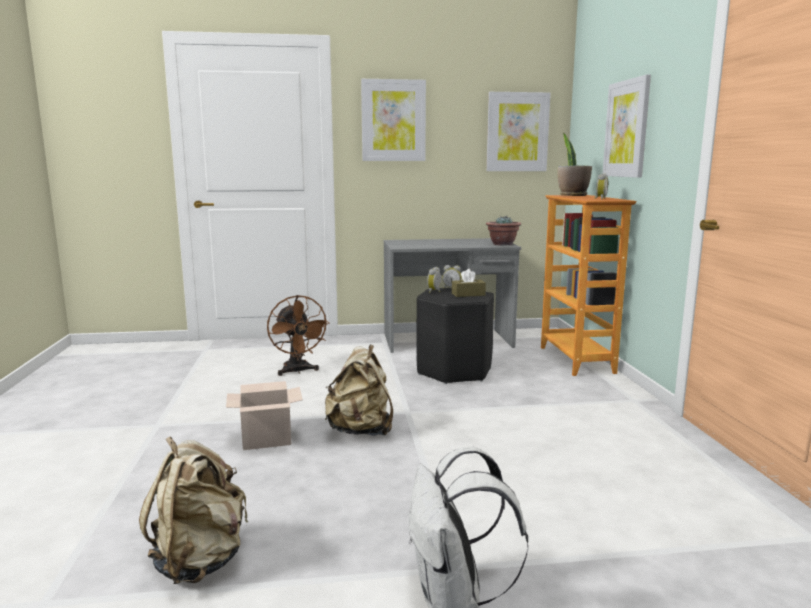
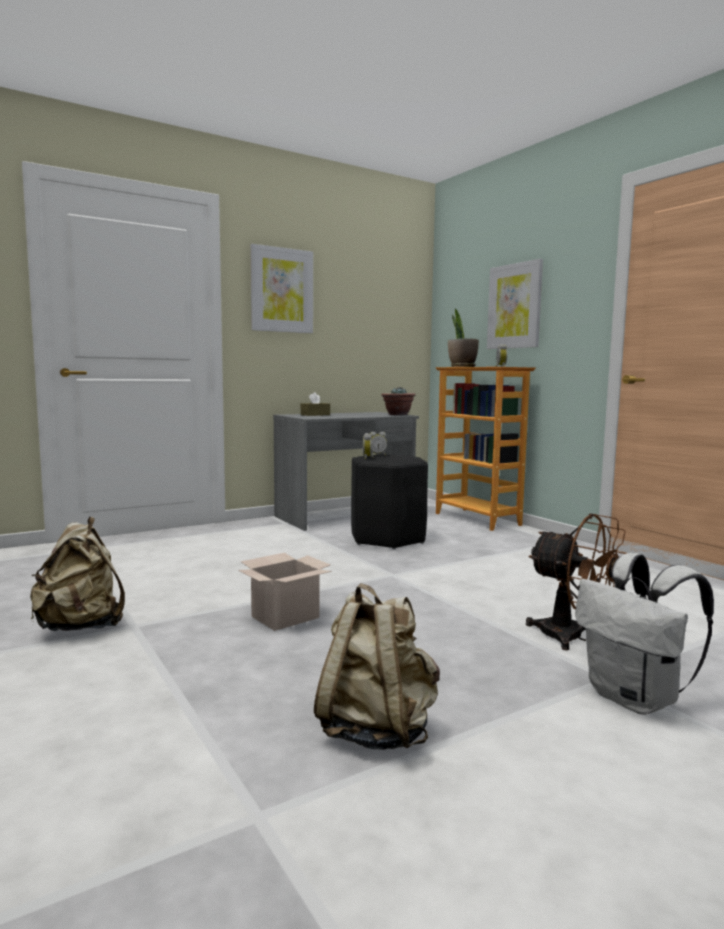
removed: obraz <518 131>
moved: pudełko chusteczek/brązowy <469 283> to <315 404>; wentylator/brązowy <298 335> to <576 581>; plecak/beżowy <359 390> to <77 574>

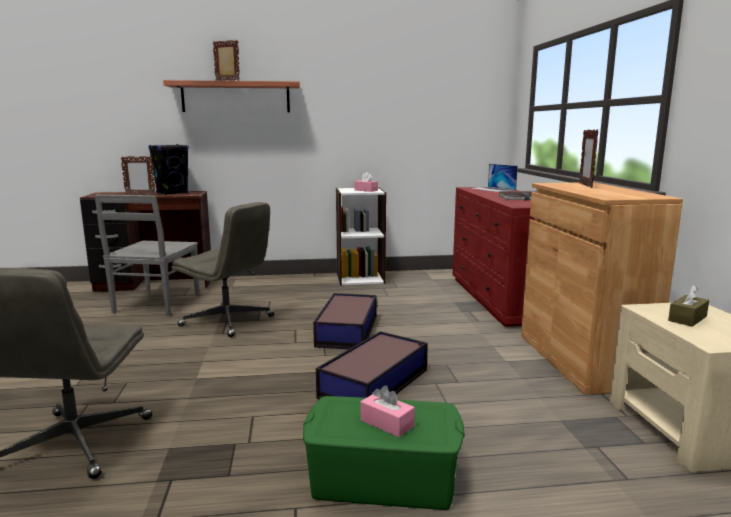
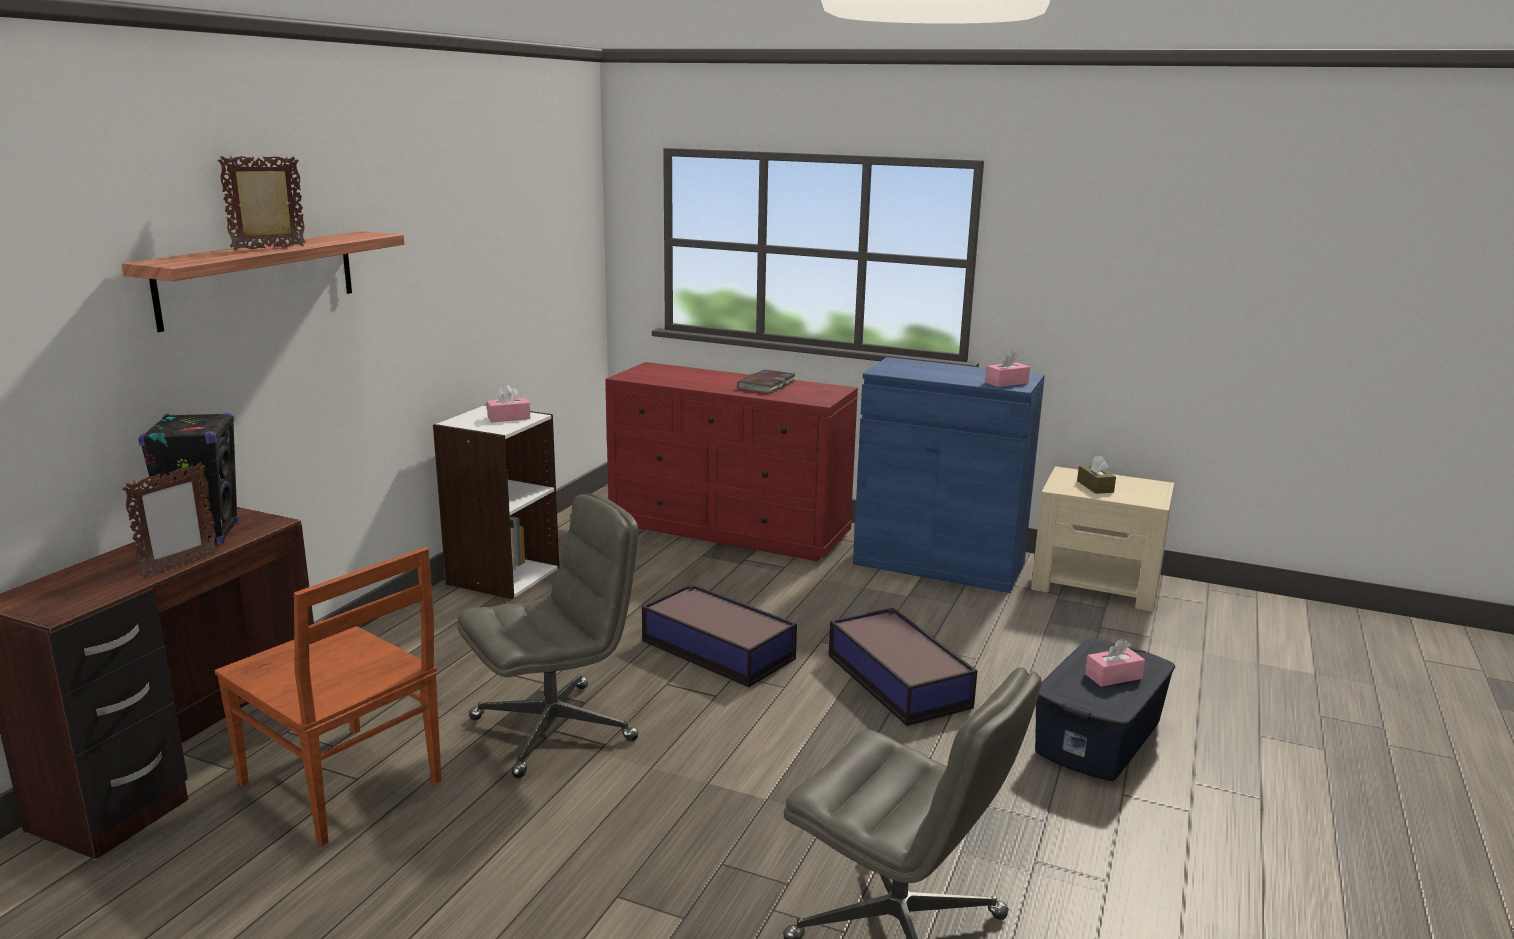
removed: ramka na zdjęcie <588 158>; laptop <494 178>
added: pudełko chusteczek/różowy <1007 368>
recoloured: szafka/brązowy <602 288> to szafka/niebieski <949 475>; krzesło/szary <147 255> to krzesło/brązowy <328 696>; pojemnik do przechowywania/zielony <384 453> to pojemnik do przechowywania/niebieski <1105 709>

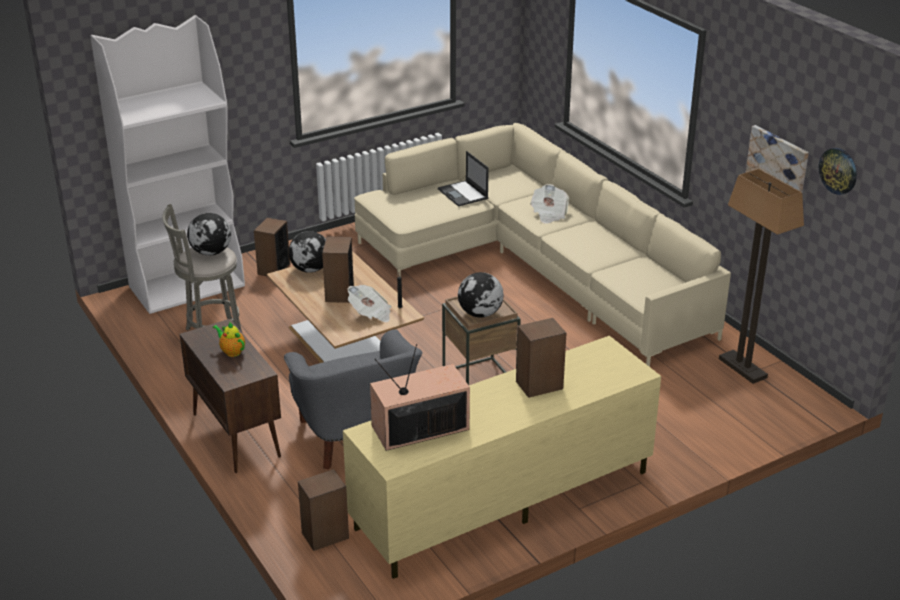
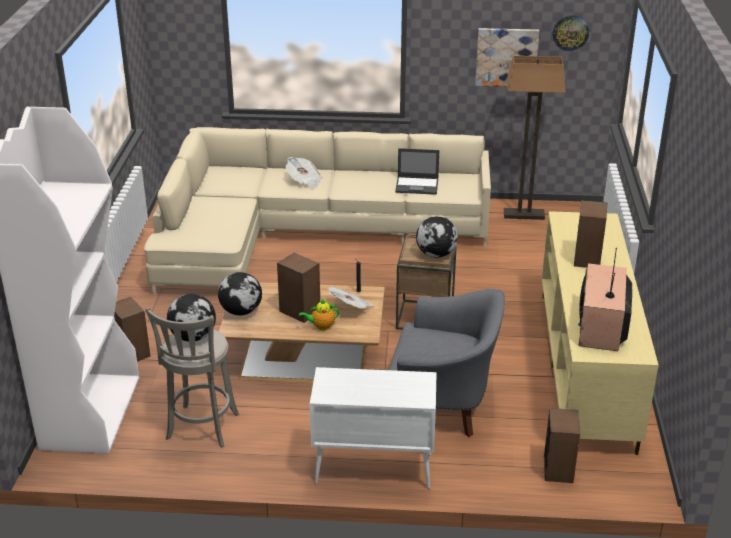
moved: laptop <463 179> to <417 171>; imbryk <229 340> to <319 314>
recoloured: szafka/brązowy <230 396> to szafka/biały <373 428>

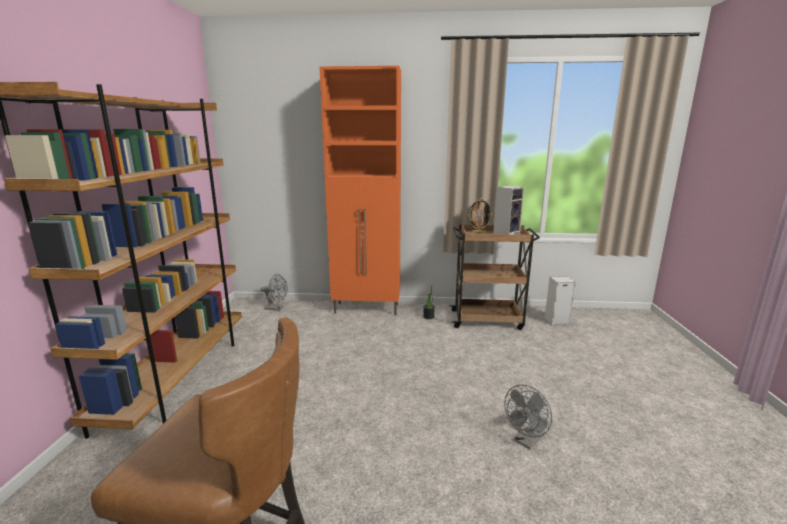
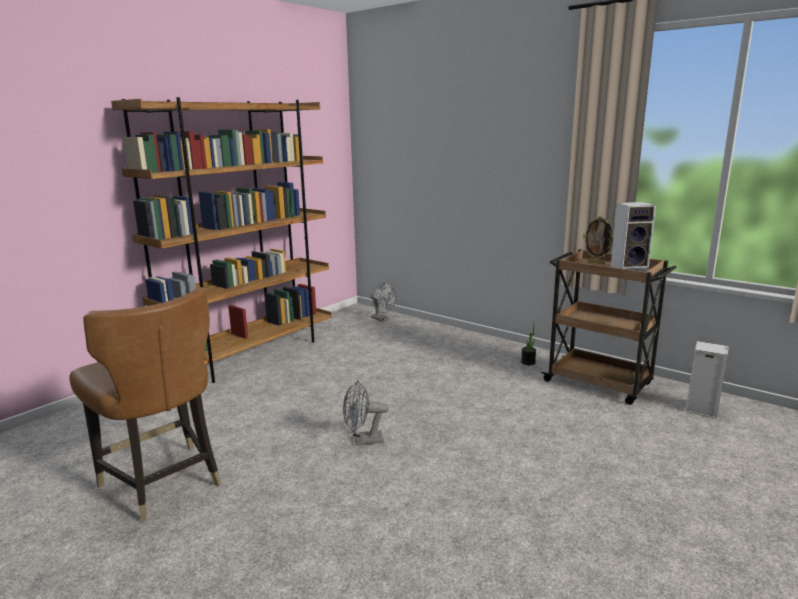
removed: szafka/pomarańczowy <360 190>
moved: wentylator/szary <528 416> to <366 413>

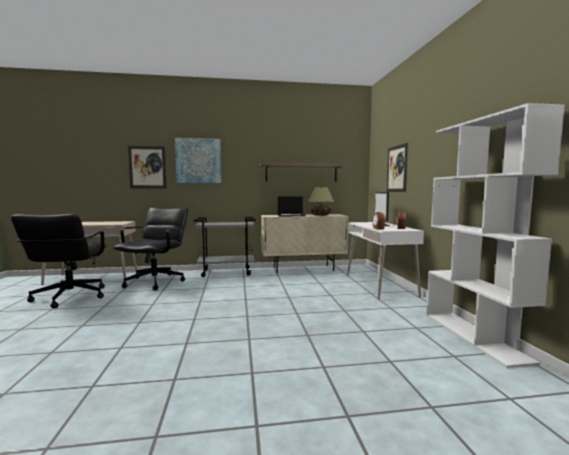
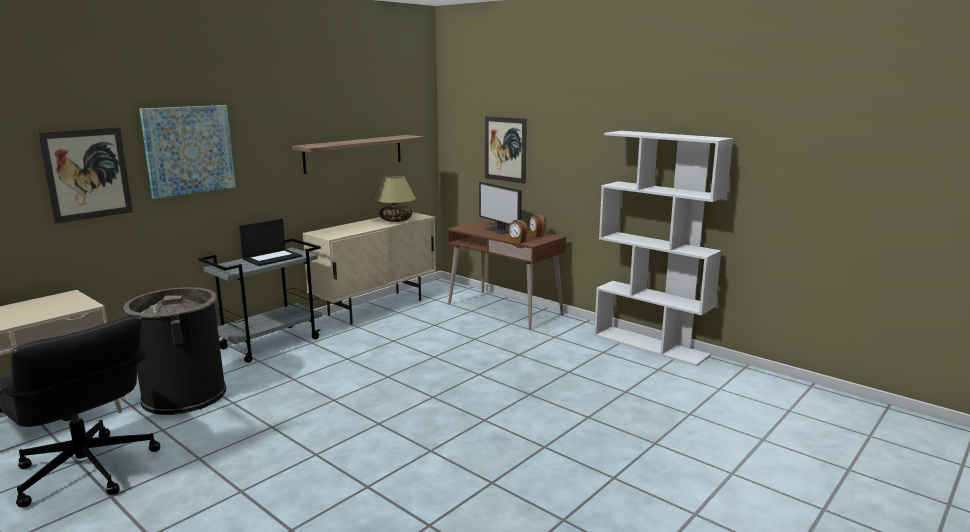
moved: laptop <292 206> to <270 242>
replaced: krzesło biurowe/czarny <150 248> to kosz na śmieci/czarny <174 351>
recoloured: biurko/biały <385 260> to biurko/brązowy <506 275>

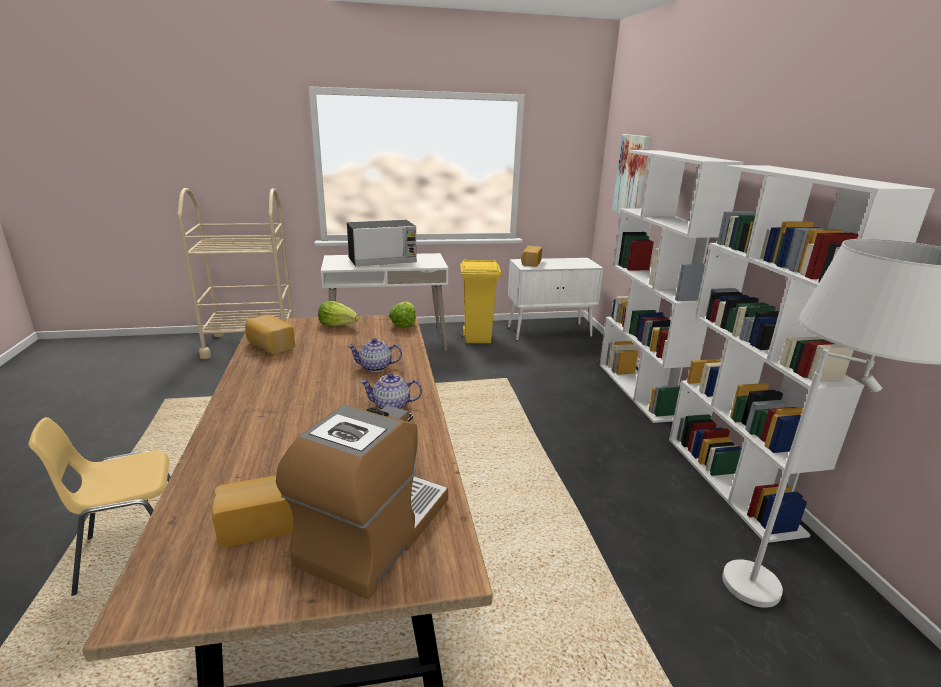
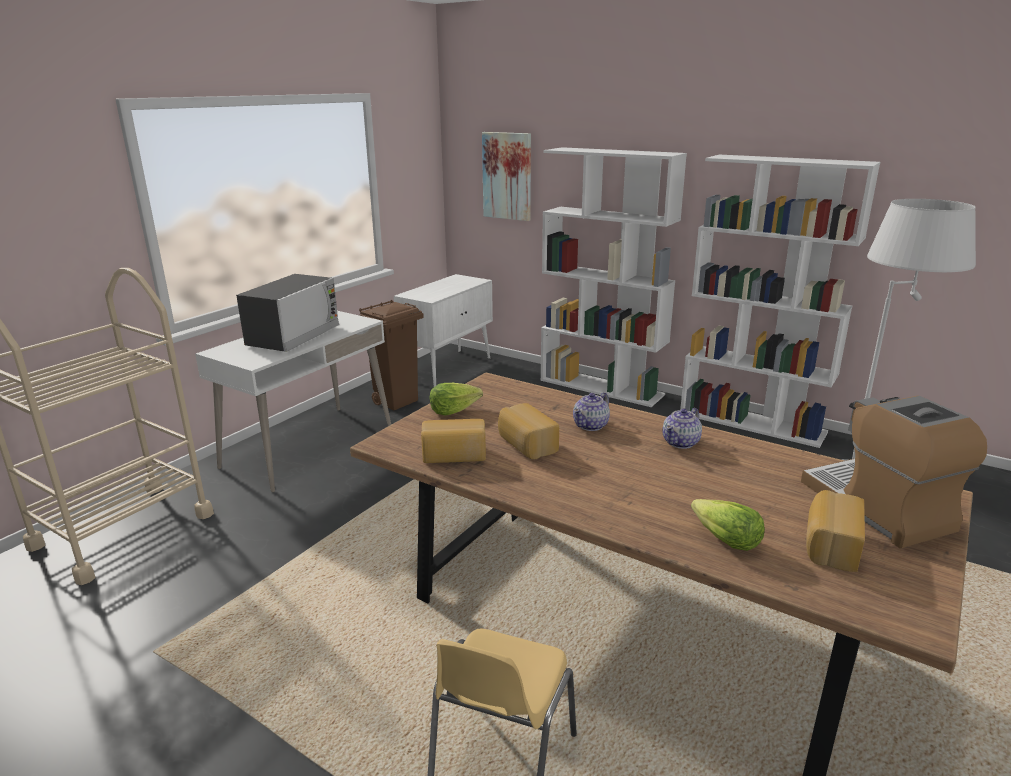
moved: chleb <531 256> to <528 431>; sałata <402 315> to <728 525>
recoloured: kosz na śmieci/żółty <480 301> to kosz na śmieci/brązowy <391 355>

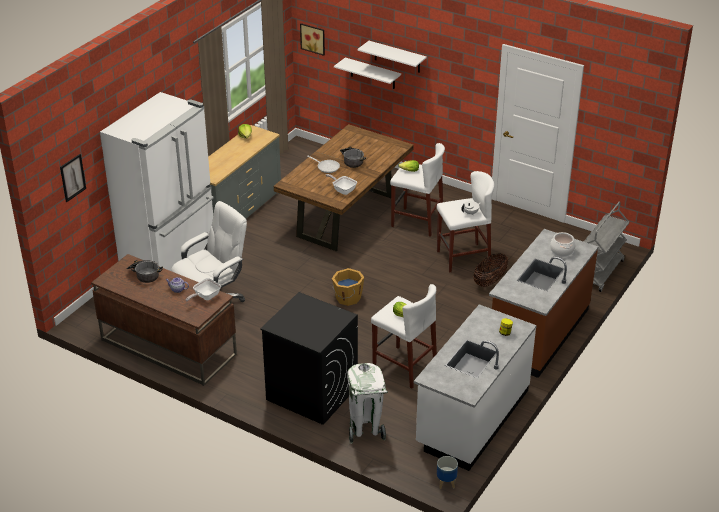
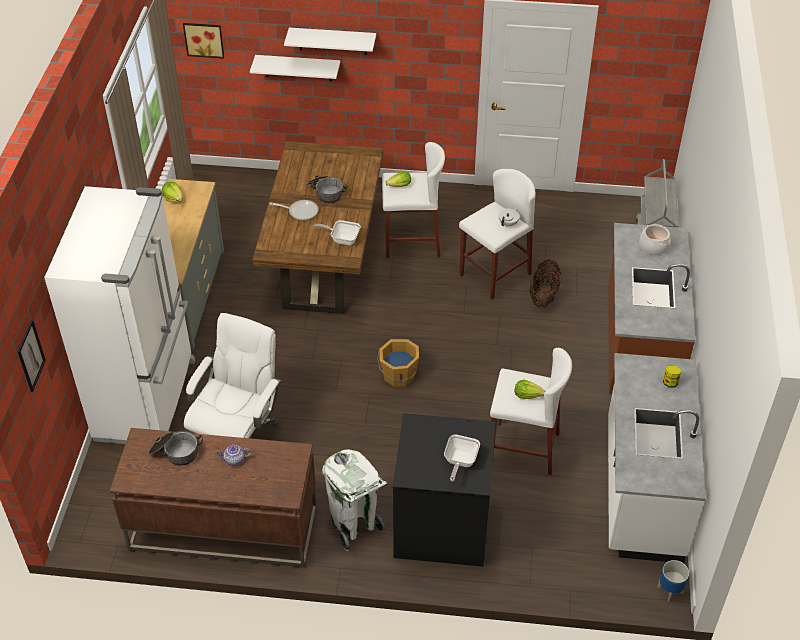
moved: patelnia <203 289> to <462 458>; kosz na śmieci/biały <367 403> to <355 500>

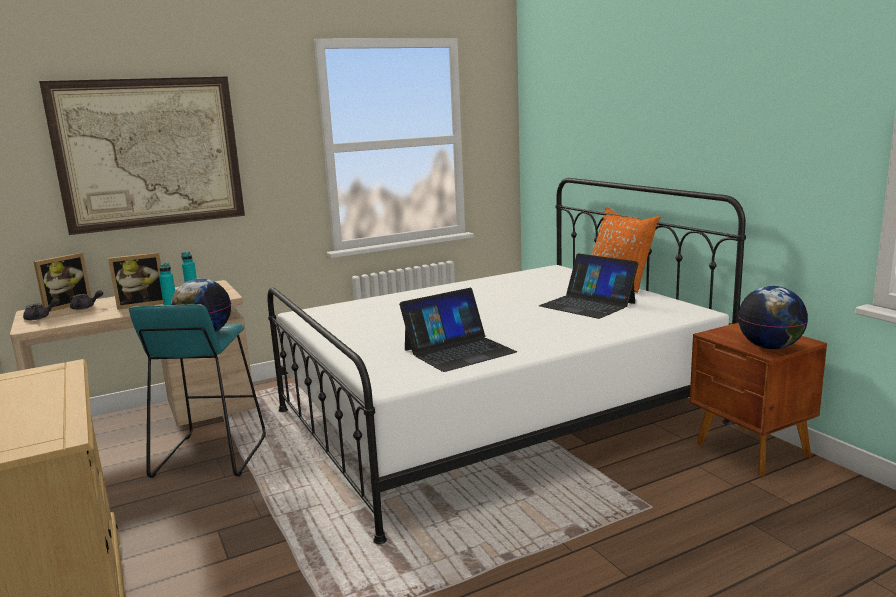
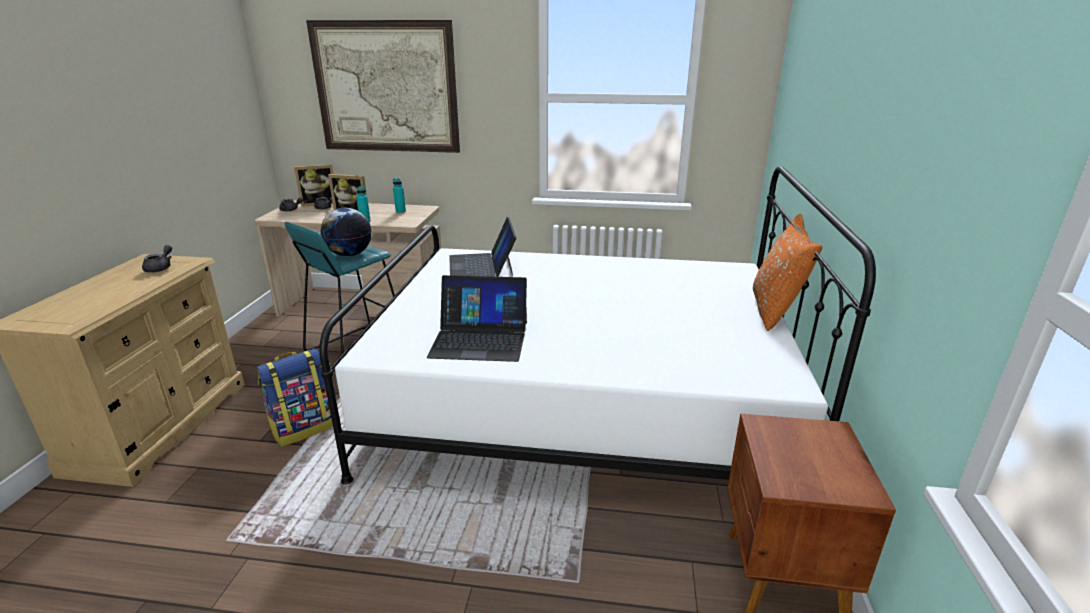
removed: globus <773 317>
added: imbryk/szary <157 259>; plecak <295 398>
moved: laptop <589 286> to <482 247>

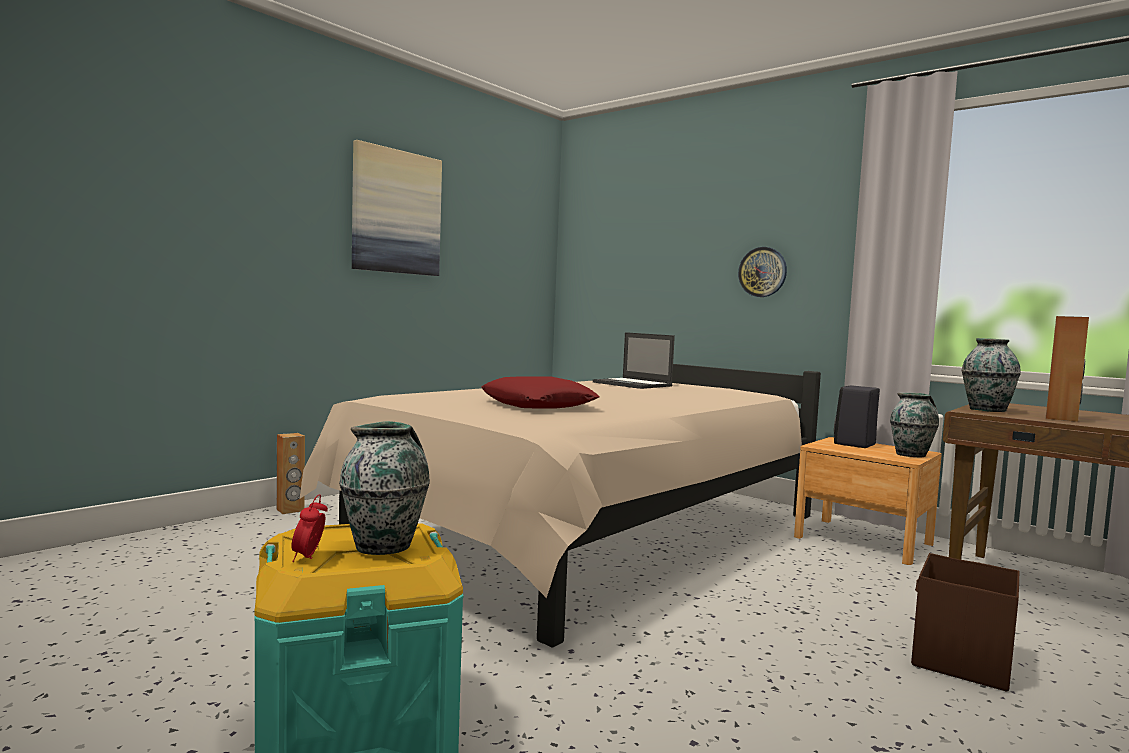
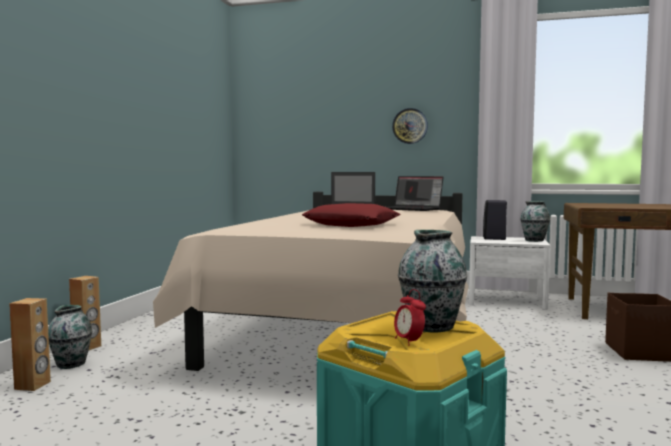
removed: obraz <397 208>
added: laptop <415 193>
moved: głośnik/brązowy <1067 369> to <30 344>; wazon <991 375> to <70 337>
recoloured: szafka nocna/brązowy <868 501> to szafka nocna/biały <509 273>

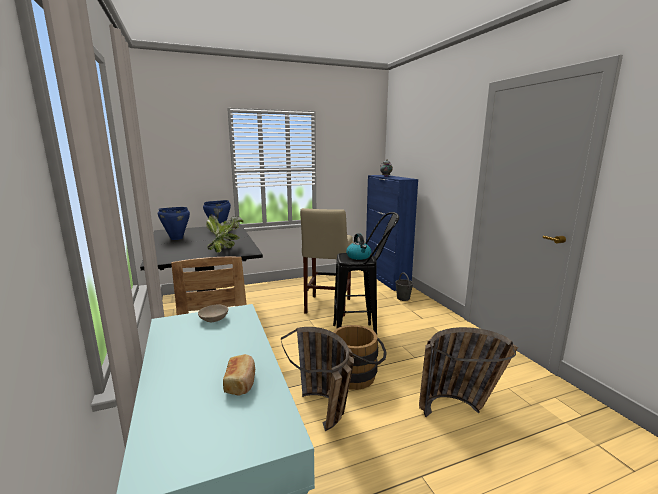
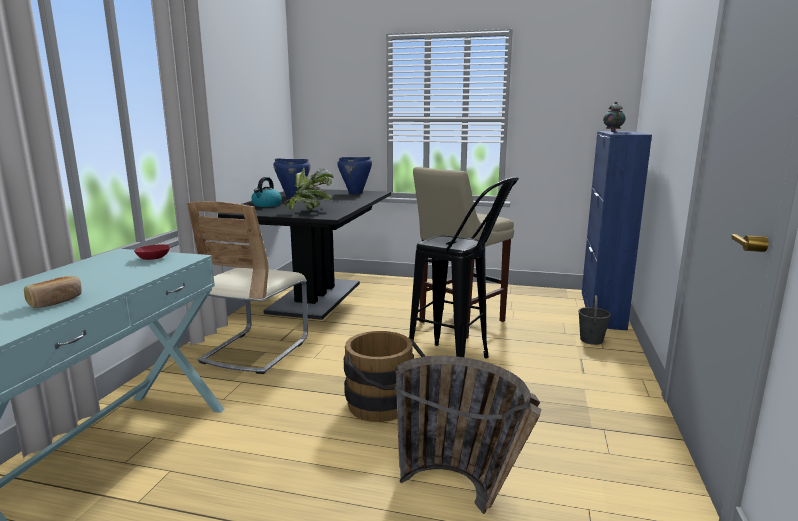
removed: koszyk <317 379>
moved: czajnik <358 246> to <266 192>
recoloured: miska/beżowy <213 313> to miska/czerwony <152 252>

